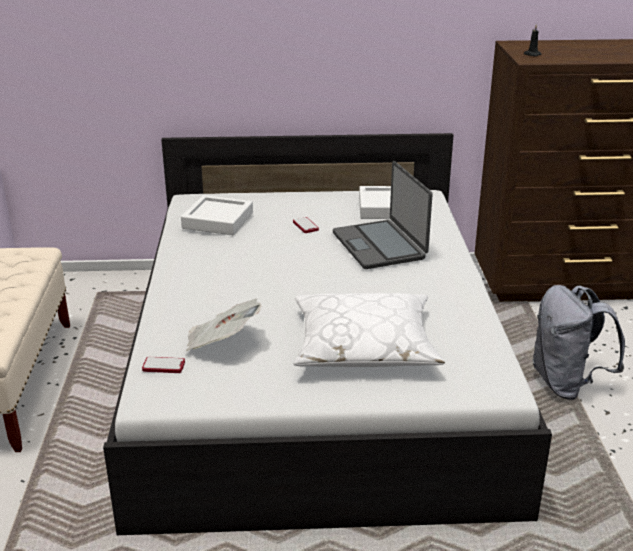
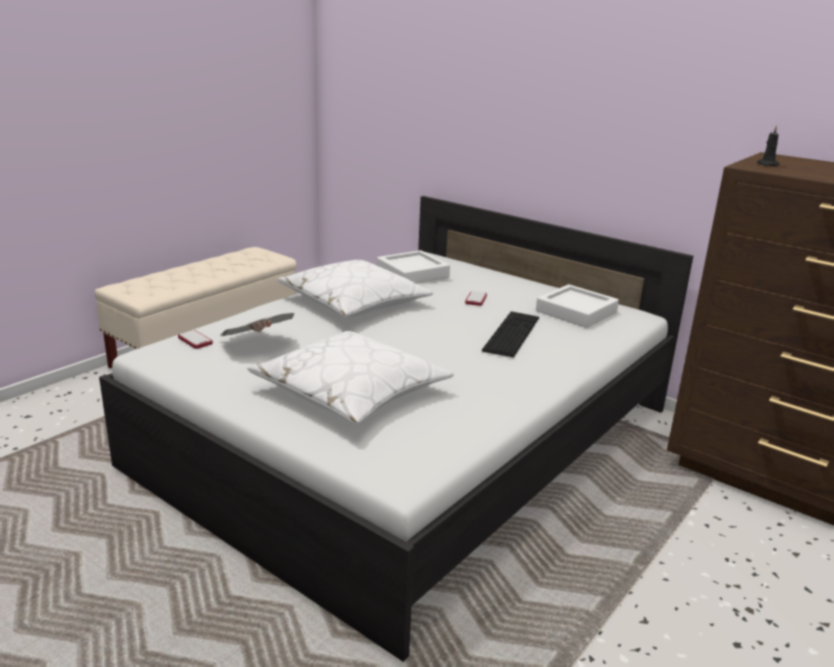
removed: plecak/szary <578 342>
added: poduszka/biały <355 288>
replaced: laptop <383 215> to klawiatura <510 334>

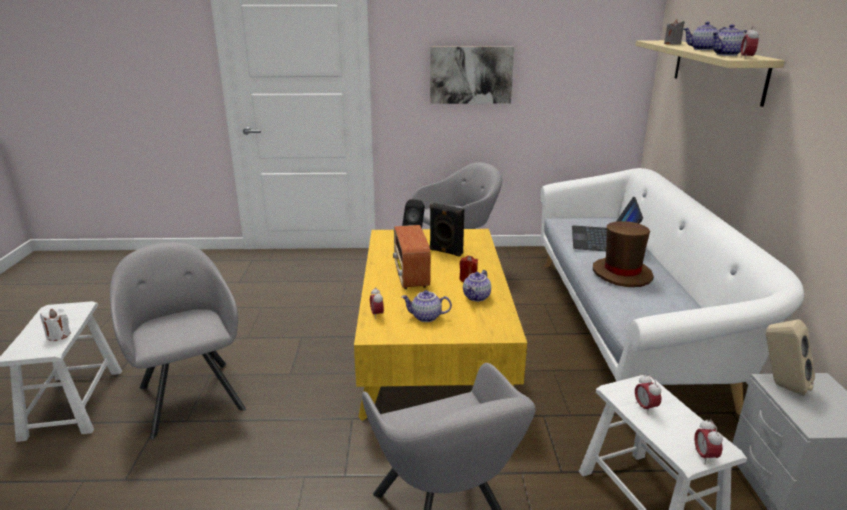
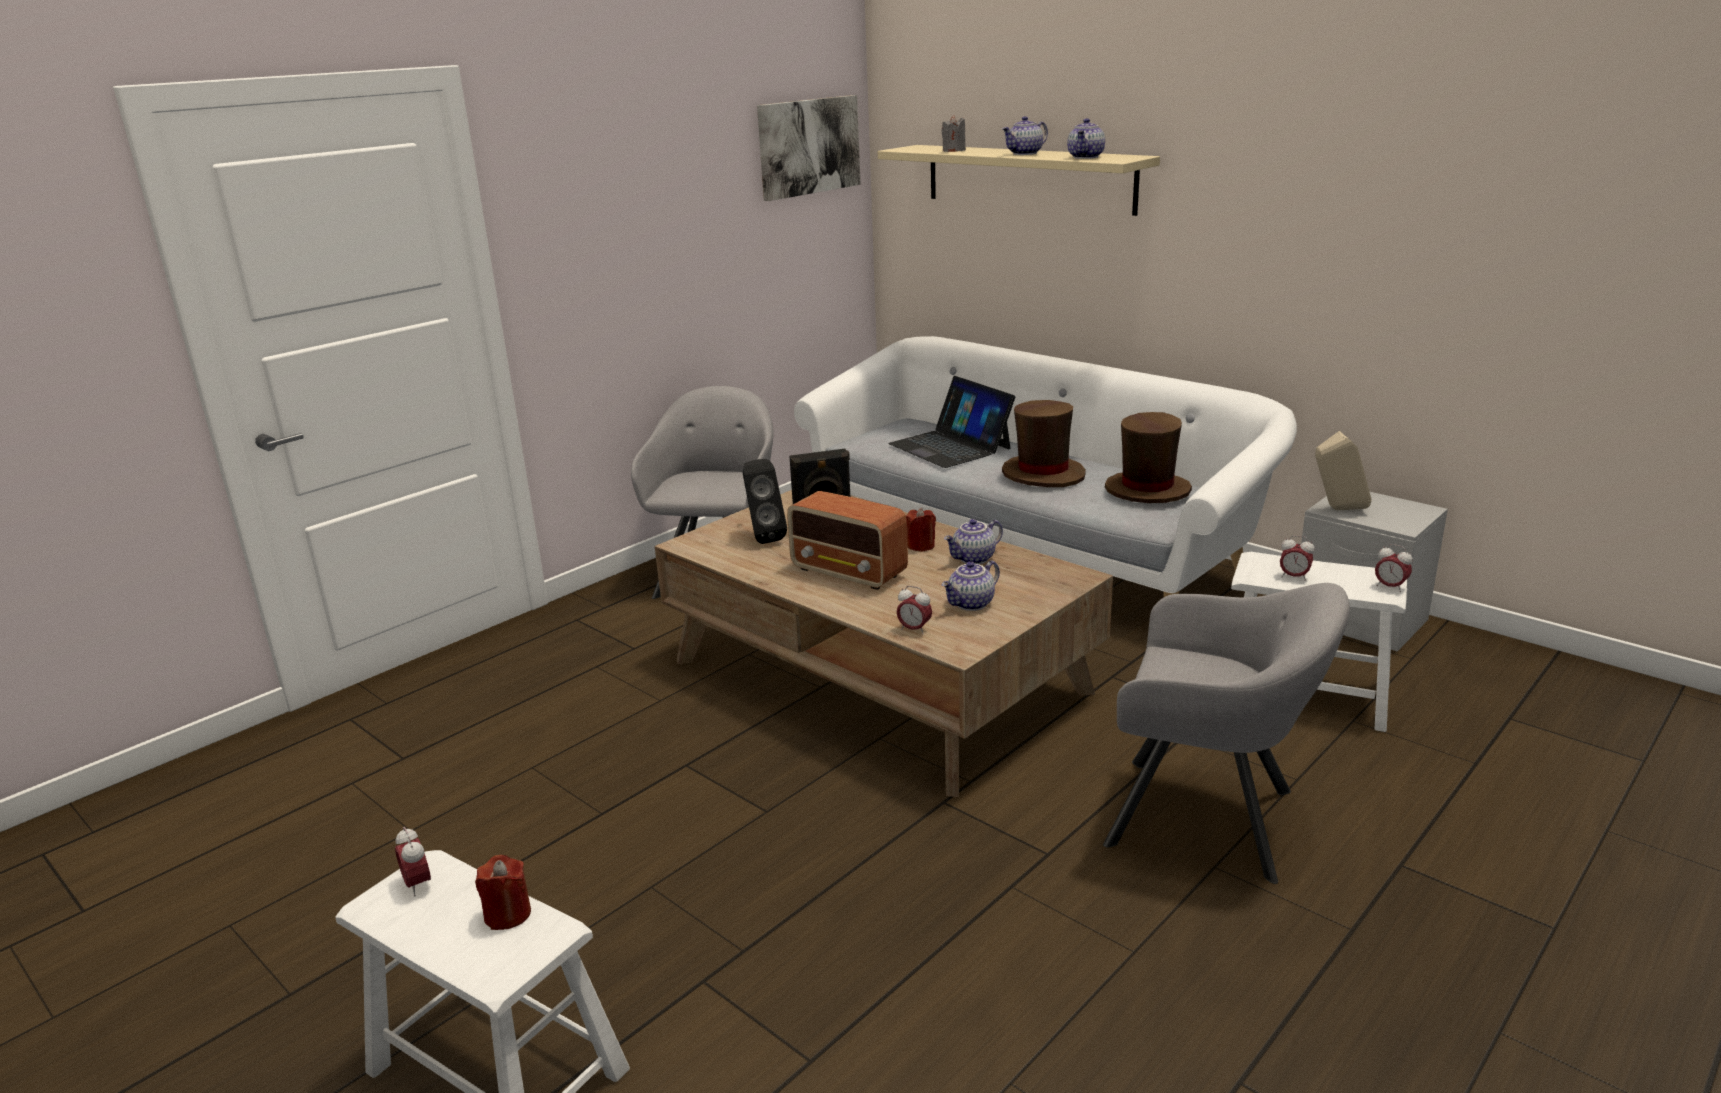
removed: fotel/szary <178 341>
added: kapelusz/brązowy <1148 457>
moved: budzik <750 42> to <413 862>; obraz <472 75> to <809 148>
recoloured: ława/żółty <440 325> to ława/brązowy <884 643>; świeca/biały <55 324> to świeca/czerwony <503 892>
turned: imbryk <477 286> = <973 541> 75 degrees clockwise

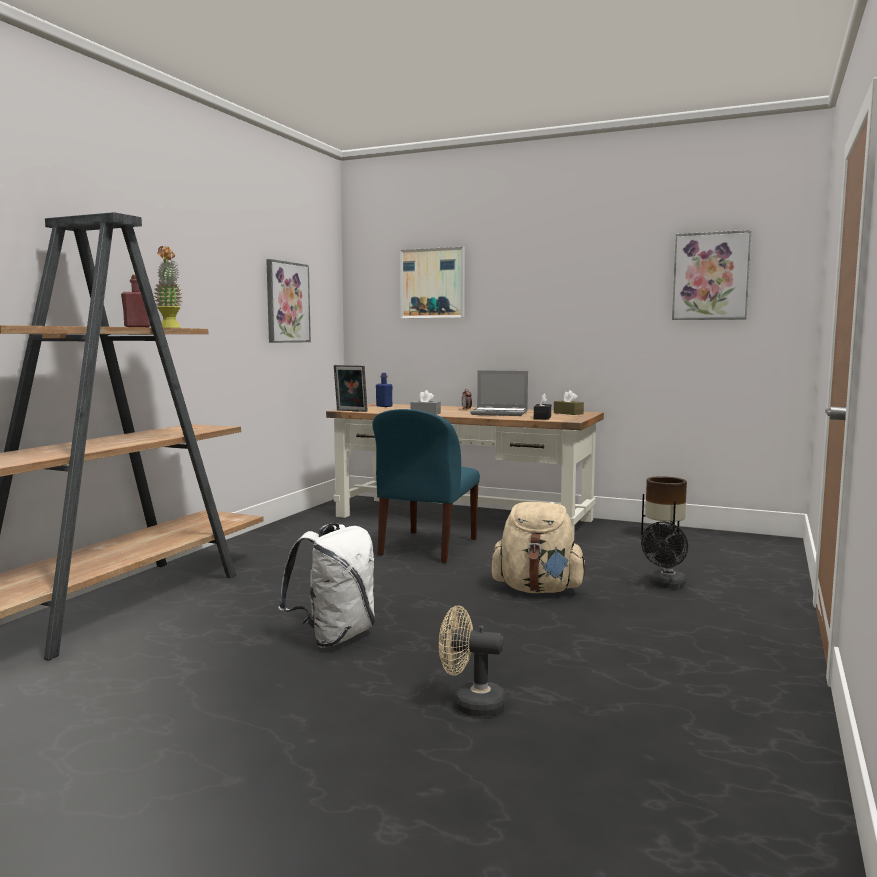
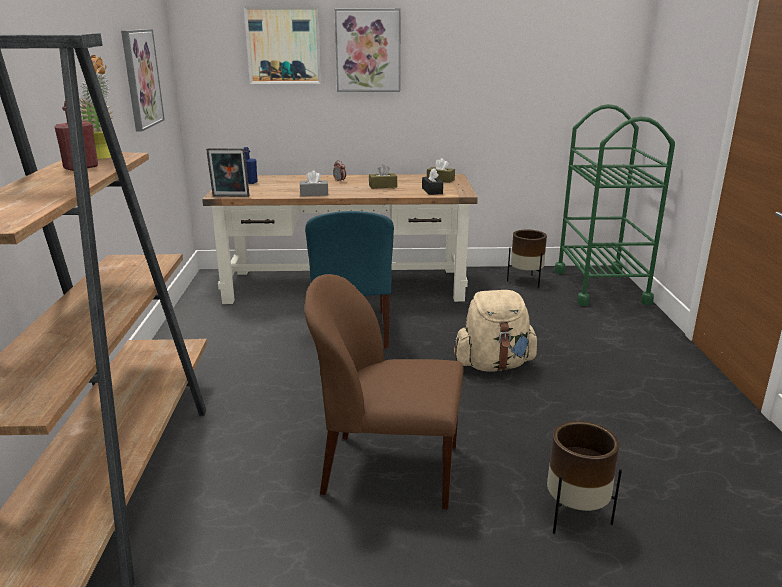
removed: wentylator/czarny <664 554>
added: wózek/zielony <614 205>
moved: obraz <711 275> to <368 50>
replaced: laptop <499 393> to pudełko chusteczek/brązowy <383 176>; plecak/biały <326 585> to krzesło/brązowy <384 391>; wentylator/beżowy <472 660> to donica/brązowy <584 477>

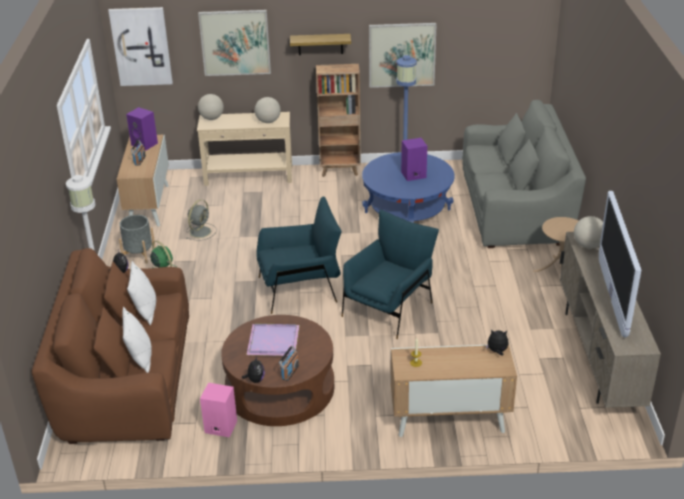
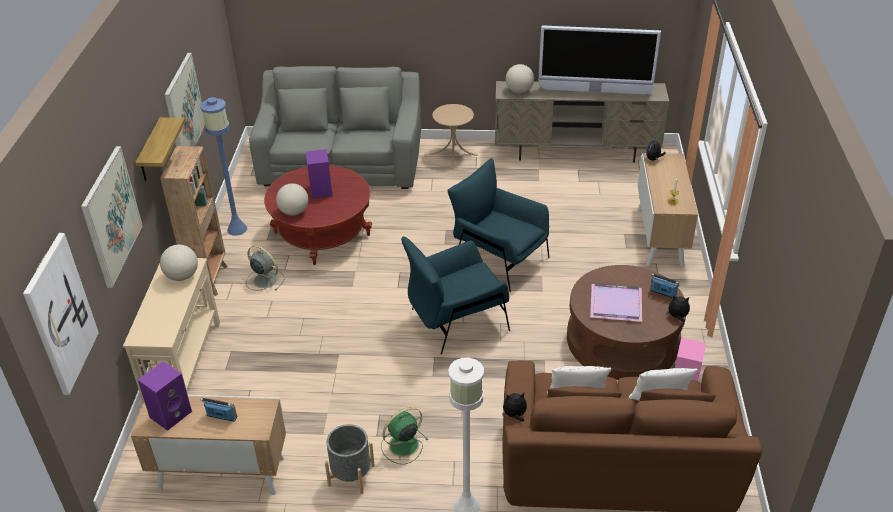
moved: globus <211 107> to <292 199>; wentylator/szary <201 220> to <265 268>
recoloured: ława/niebieski <408 187> to ława/czerwony <318 215>
turned: fotel/niebieski <299 255> = <455 296> 105 degrees counterclockwise

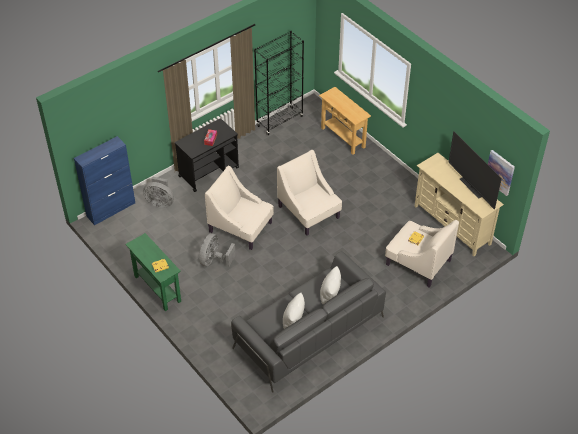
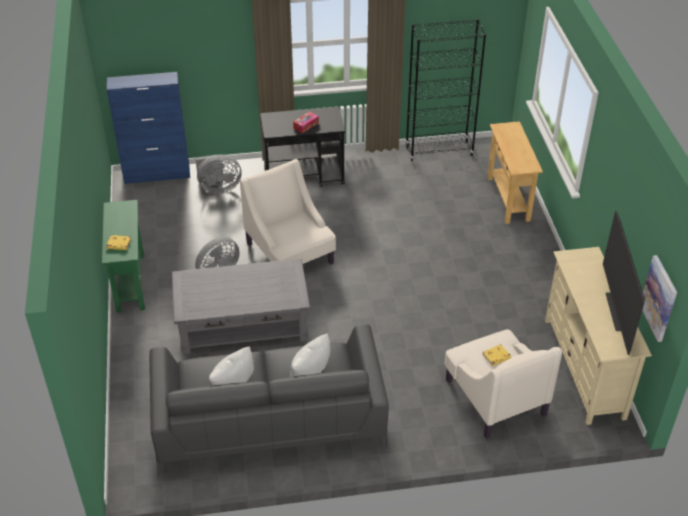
removed: fotel/beżowy <309 193>
added: ława/szary <241 306>
turned: wentylator/szary <158 192> = <218 174> 60 degrees counterclockwise

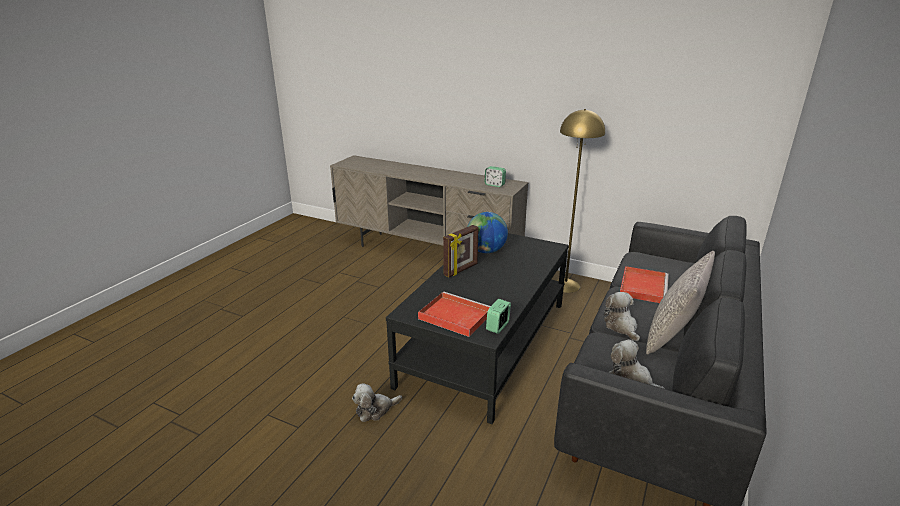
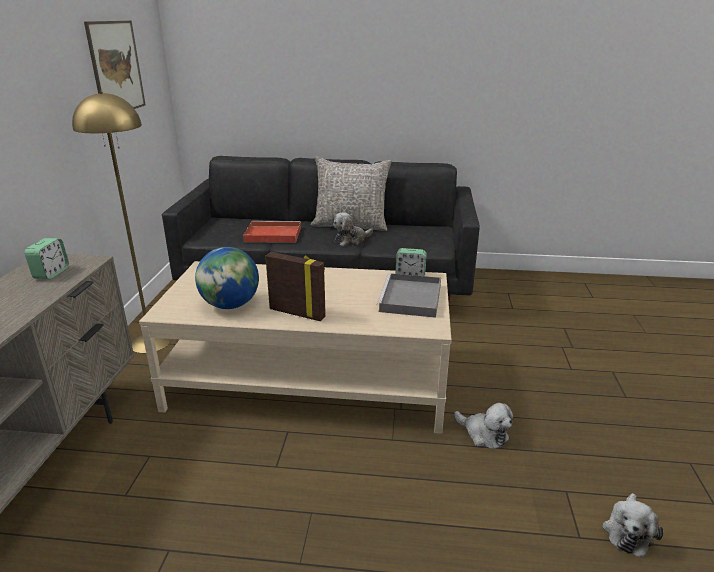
added: obraz <114 65>
moved: pluszak <637 364> to <633 525>
recoloured: ława/czarny <477 328> to ława/beżowy <295 347>; taca/czerwony <454 314> to taca/szary <409 295>

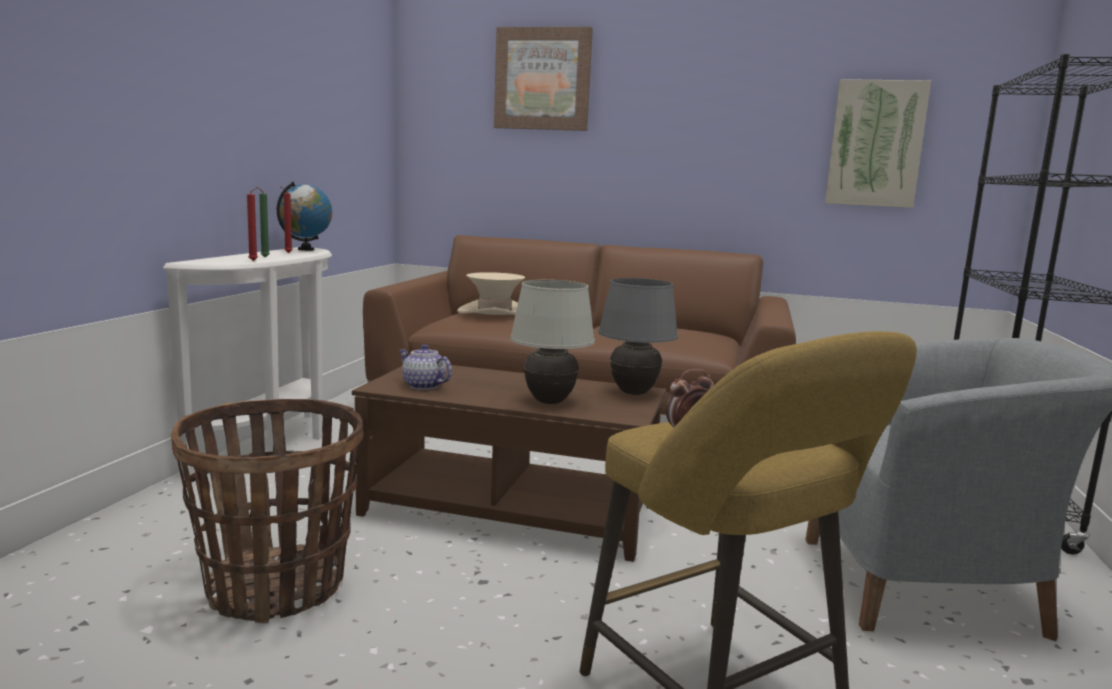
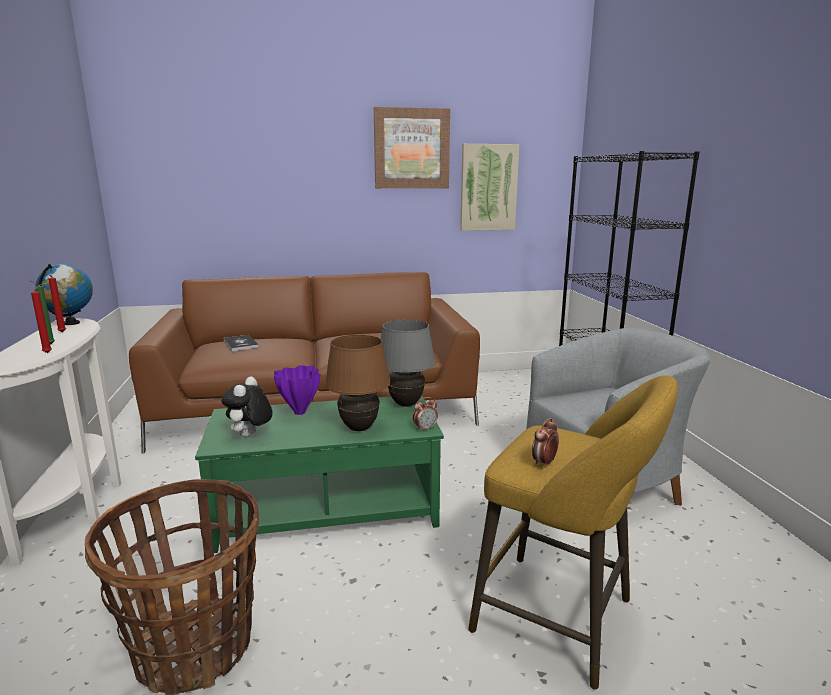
added: wazon/fioletowy <297 390>; budzik <425 414>
moved: obraz <543 79> to <412 147>
replaced: kapelusz/beżowy <491 293> to książka <241 343>; imbryk <425 367> to pluszak <246 406>
recoloured: lampa stołowa/biały <552 342> to lampa stołowa/brązowy <357 383>; ława/brązowy <509 463> to ława/zielony <319 474>

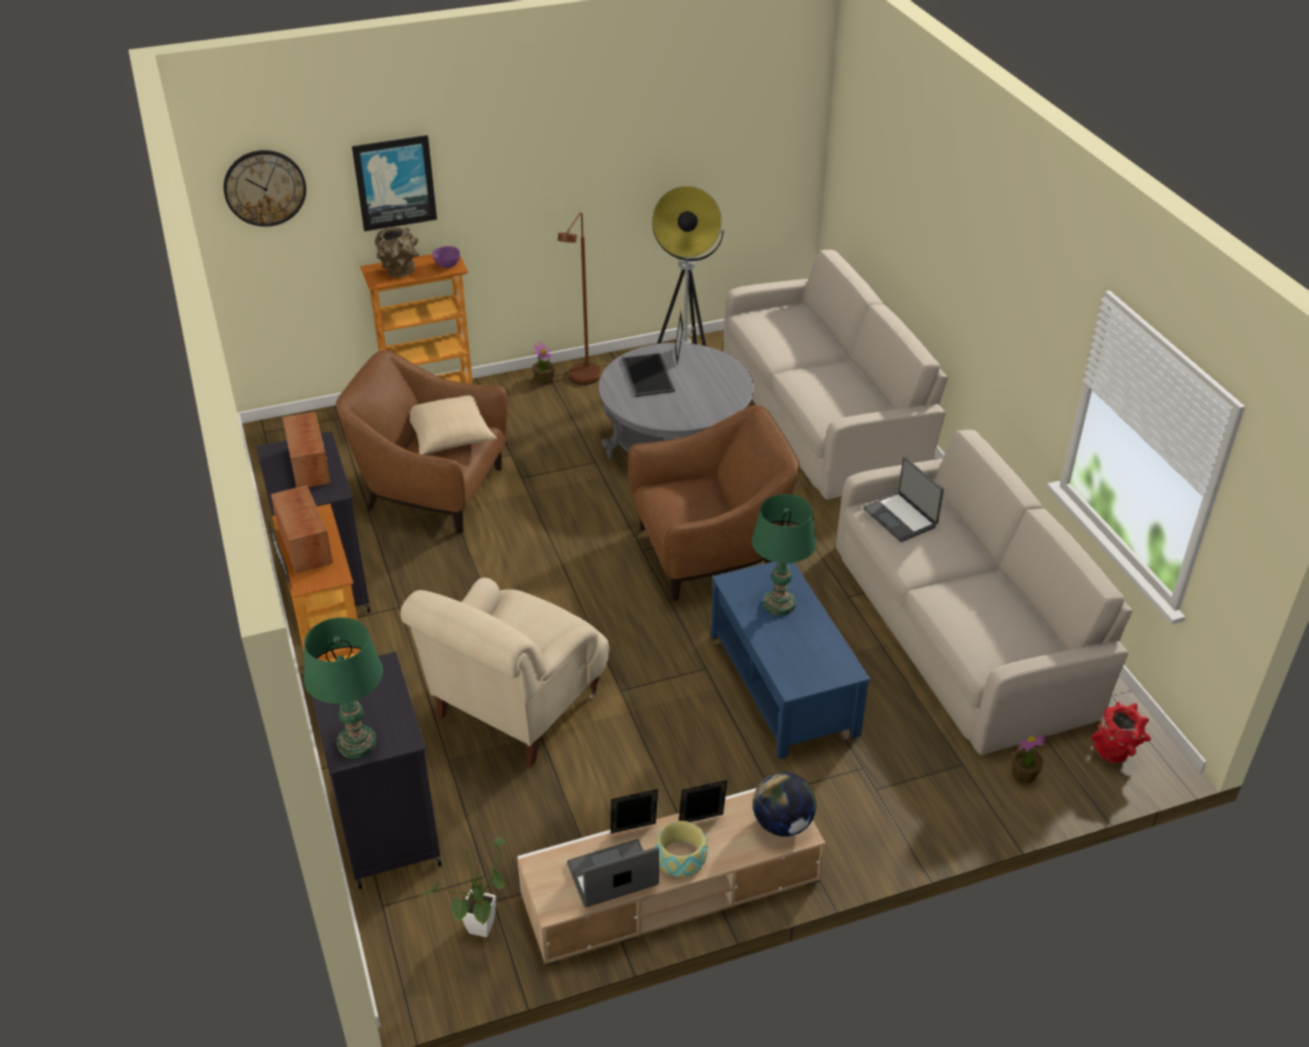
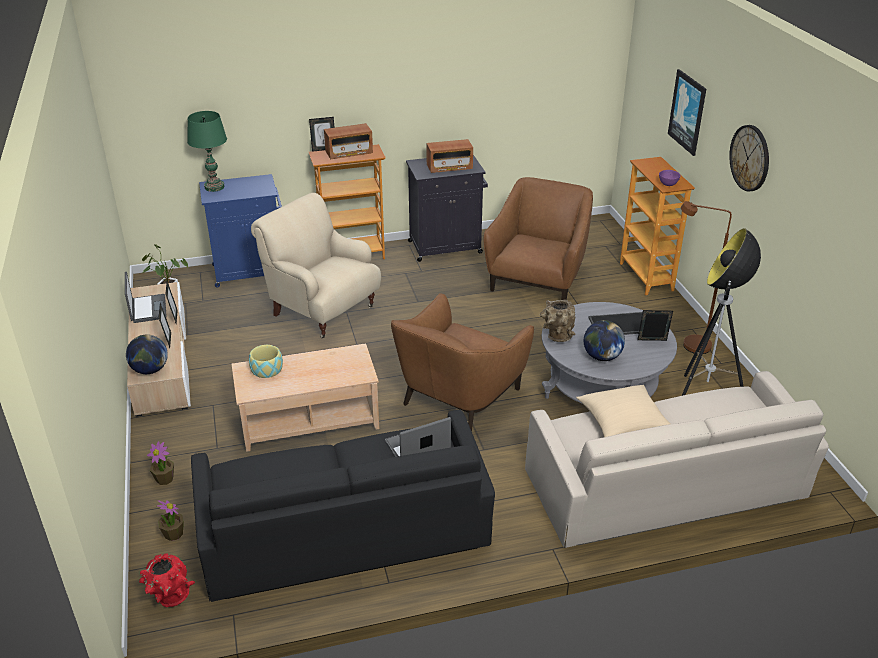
removed: lampa stołowa/zielony <784 554>
added: globus <604 340>
moved: zegar ścienny <264 188> to <749 158>; wazon/brązowy <397 252> to <557 321>; roślina doniczkowa <544 363> to <160 463>; poduszka/beżowy <453 425> to <623 411>; miska <682 849> to <266 361>
recoloured: kanapa/beżowy <984 592> to kanapa/czarny <343 506>; ława/niebieski <790 660> to ława/beżowy <305 397>; szafka/czarny <376 770> to szafka/niebieski <240 231>
turned: fotel/brązowy <714 503> = <462 362> 45 degrees clockwise

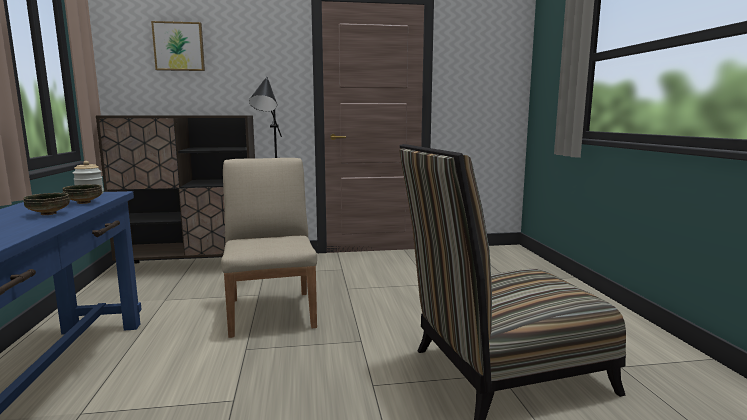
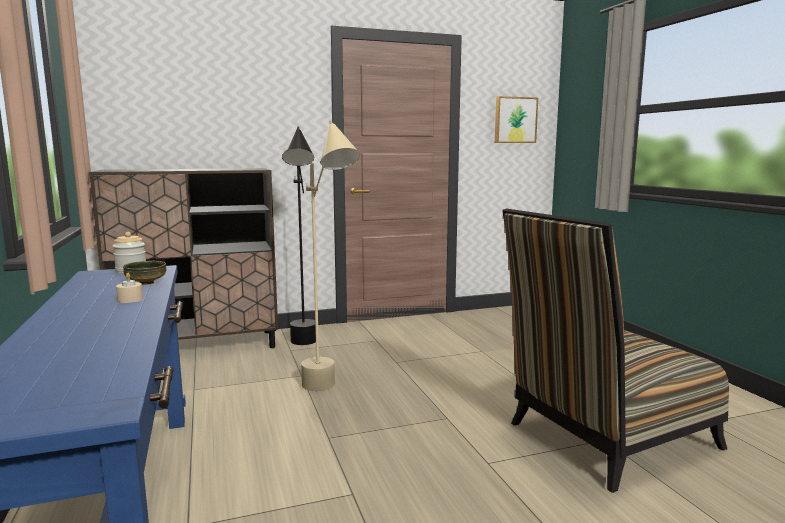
moved: obraz <178 46> to <516 119>
replaced: krzesło/beżowy <269 248> to lampa stojąca/beżowy <330 255>; miska <46 204> to świeca/beżowy <129 288>

